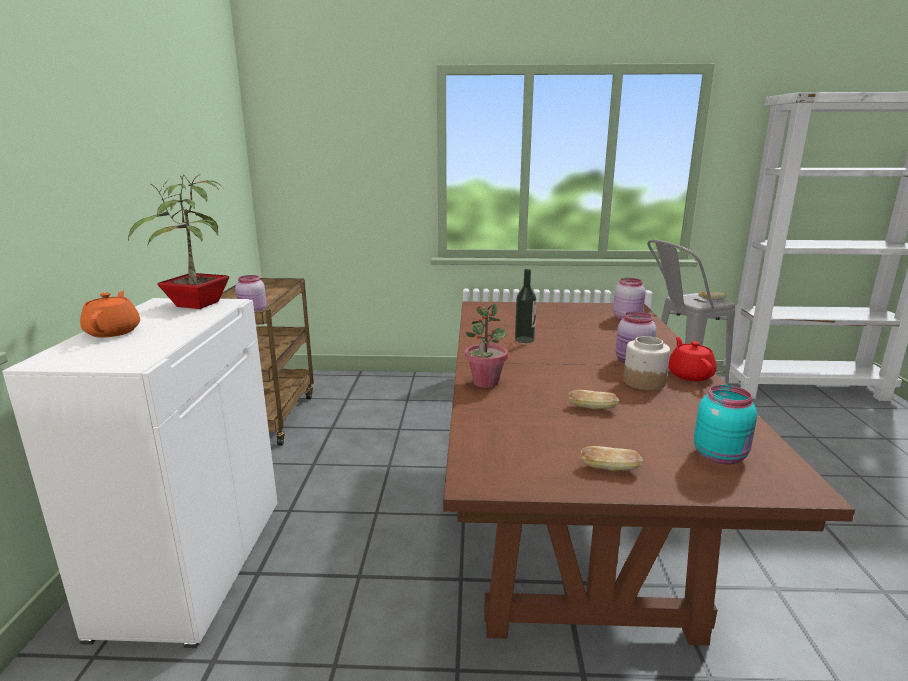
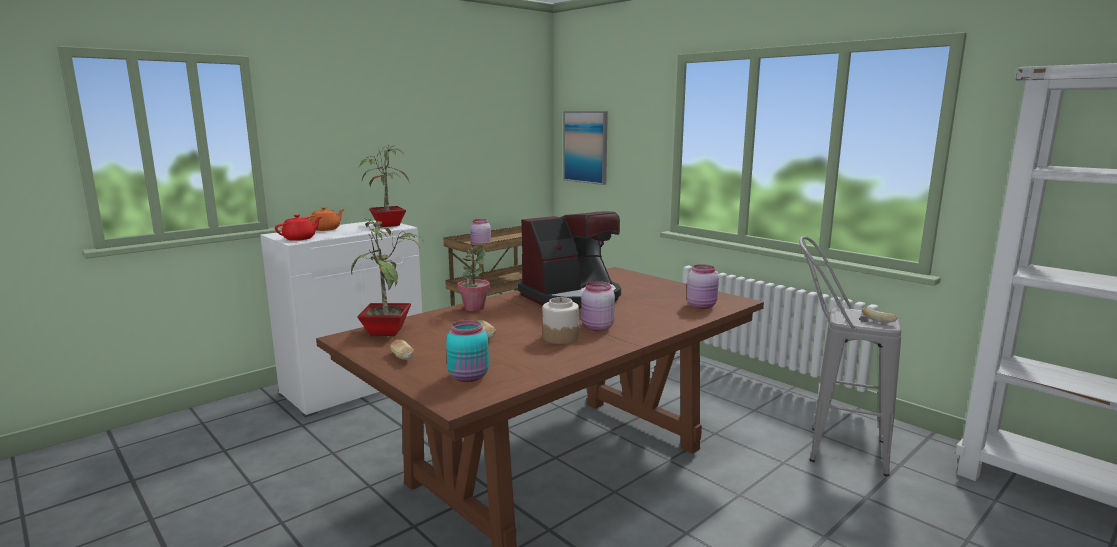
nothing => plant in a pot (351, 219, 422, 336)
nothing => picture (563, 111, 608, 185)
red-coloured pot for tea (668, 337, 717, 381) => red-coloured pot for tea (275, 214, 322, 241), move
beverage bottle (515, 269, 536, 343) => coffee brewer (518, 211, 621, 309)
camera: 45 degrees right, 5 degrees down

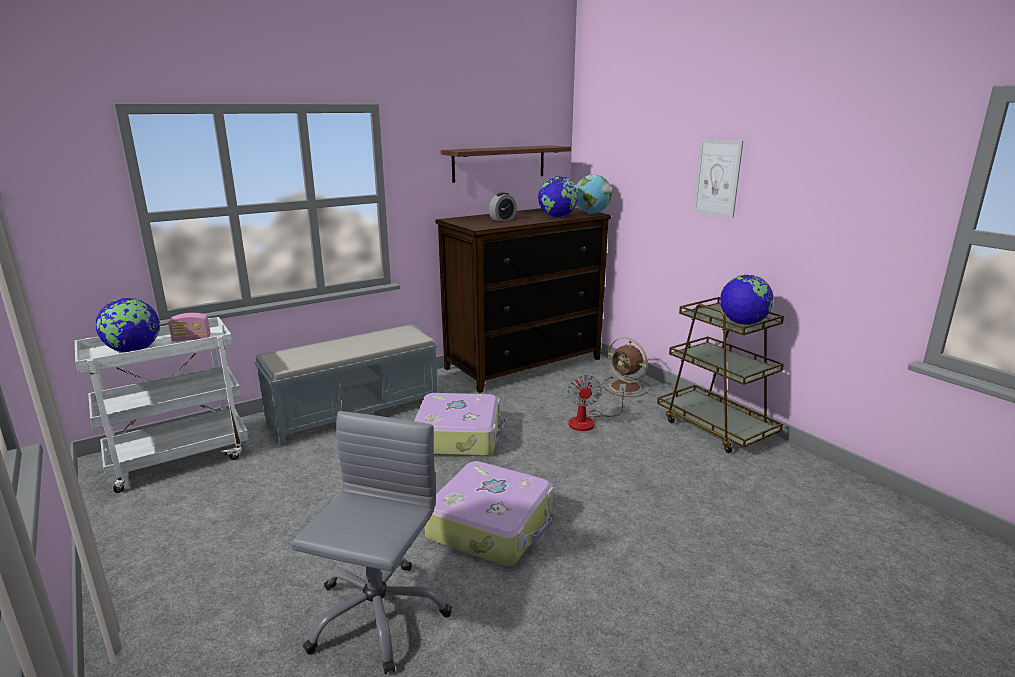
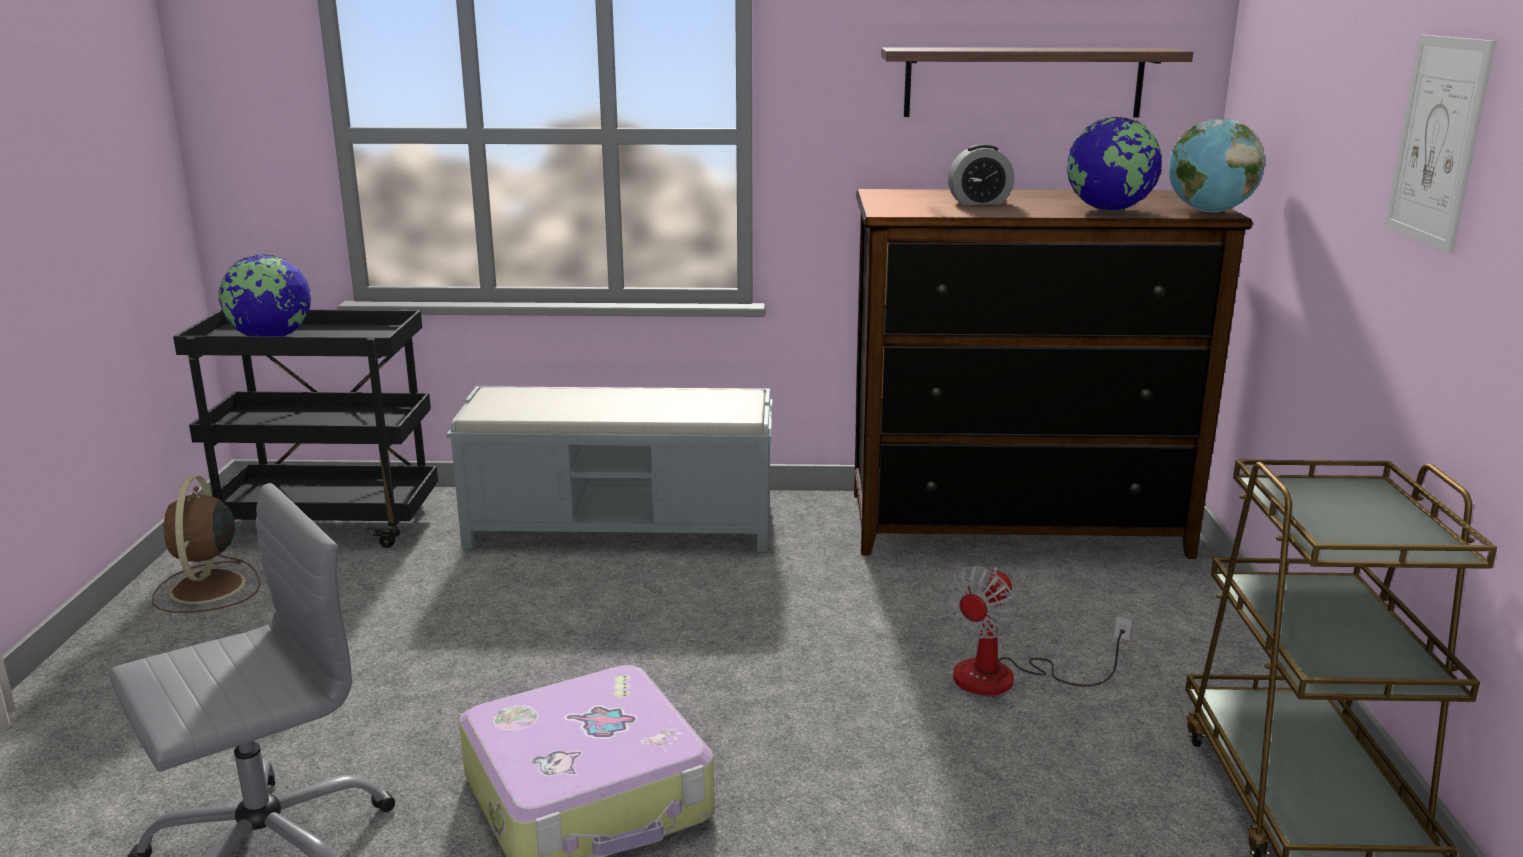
radio set (168, 313, 211, 341) => nothing
piece of luggage (414, 393, 506, 456) => nothing
globe (720, 275, 774, 325) => nothing
brown cooling fan (602, 337, 650, 397) => brown cooling fan (152, 476, 260, 613), move
whitish cart (75, 317, 249, 493) => black-coloured cart (173, 309, 438, 548)
camera: 35 degrees right, 0 degrees up

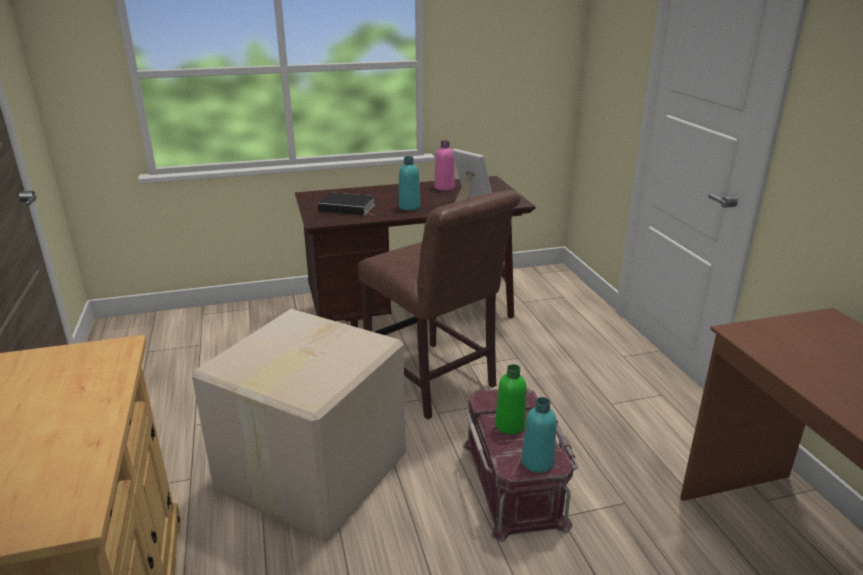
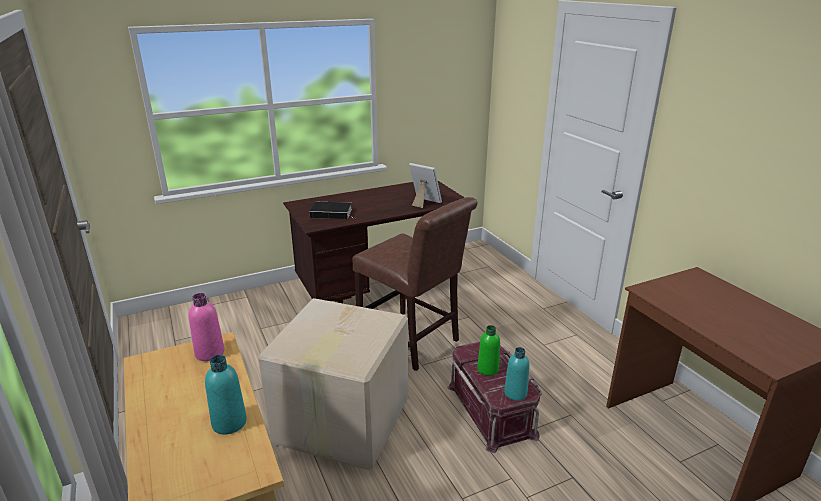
turquoise beverage bottle (398, 156, 420, 211) => turquoise beverage bottle (205, 355, 247, 434), move
pink beverage bottle (435, 140, 455, 191) => pink beverage bottle (188, 293, 225, 361), move
camera: 10 degrees left, 0 degrees up

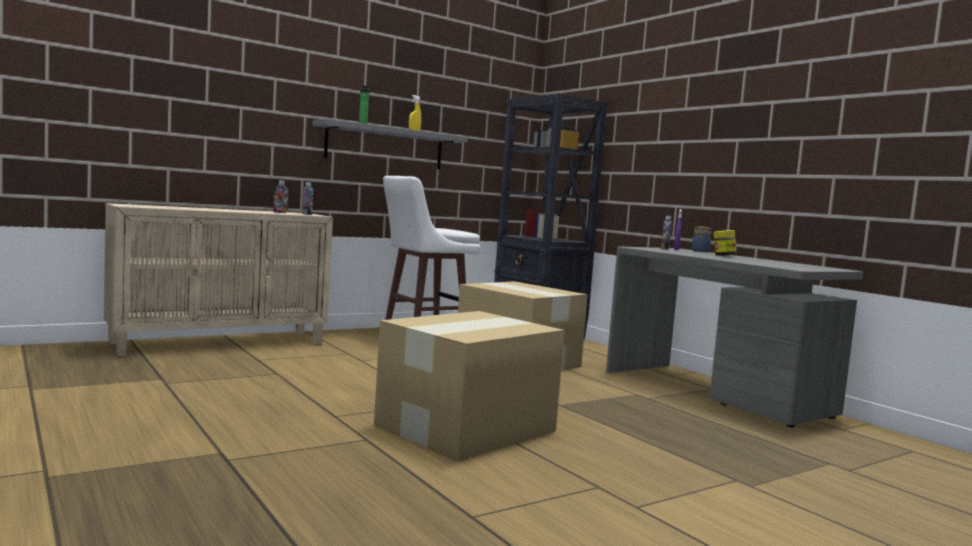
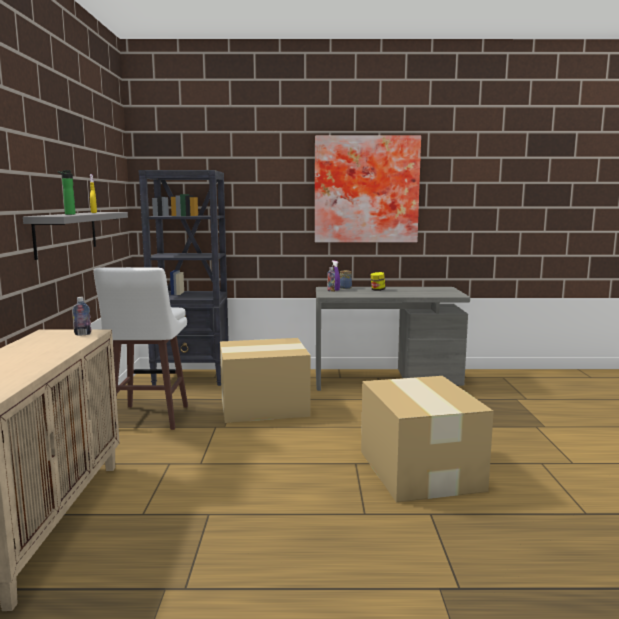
beverage bottle (273, 180, 288, 213) => nothing
nothing => picture (315, 136, 421, 242)
camera: 55 degrees left, 5 degrees up

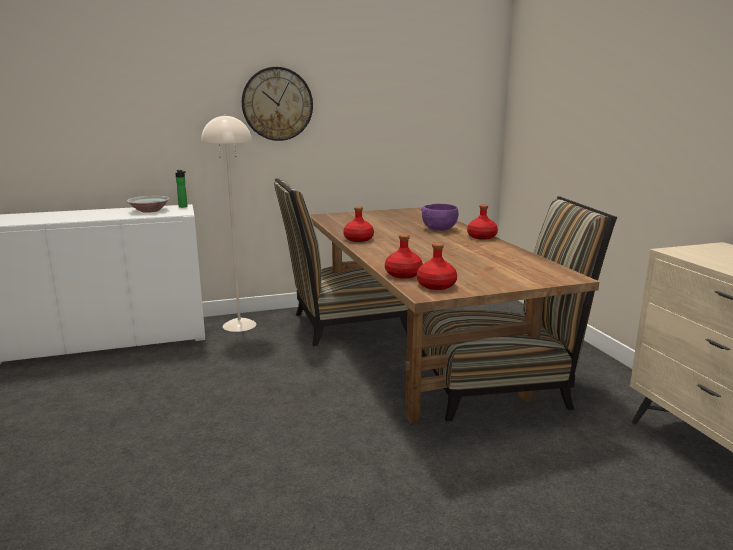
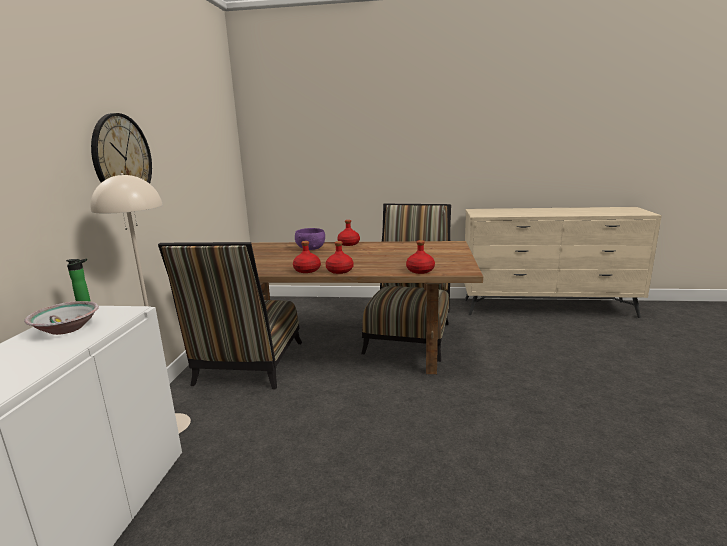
red-coloured beverage bottle (417, 243, 457, 290) => red-coloured beverage bottle (326, 241, 354, 274), move
camera: 65 degrees left, 0 degrees up

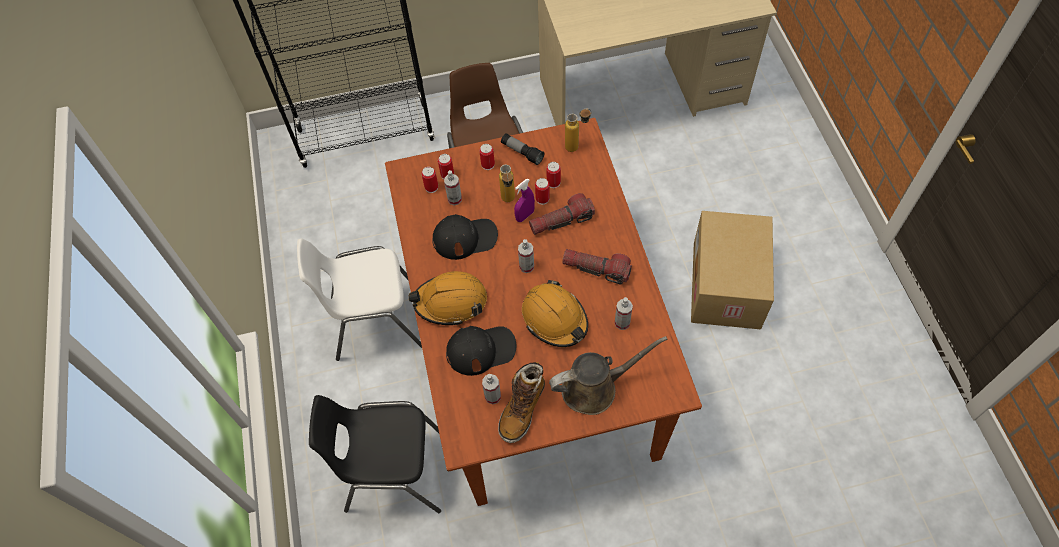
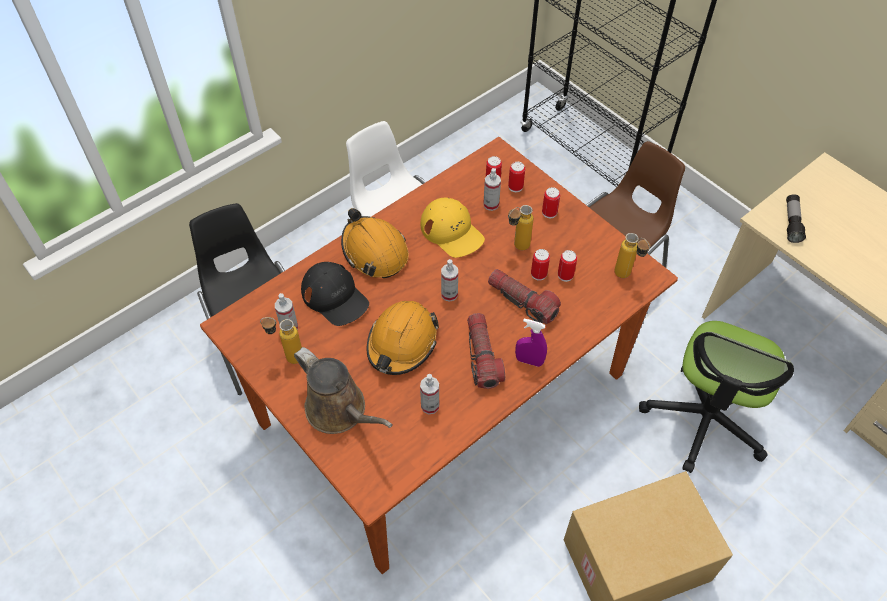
nothing => desk chair (639, 321, 794, 473)
hand torch (501, 133, 544, 165) => hand torch (786, 194, 806, 243), move
purple-coloured sprayer (514, 179, 535, 222) => purple-coloured sprayer (515, 319, 547, 367), move
high-top boot (498, 362, 545, 443) => beverage bottle (260, 317, 302, 364)
black-coloured cap (432, 214, 498, 260) => yellowish cap (421, 198, 485, 258)
camera: 60 degrees right, 5 degrees down

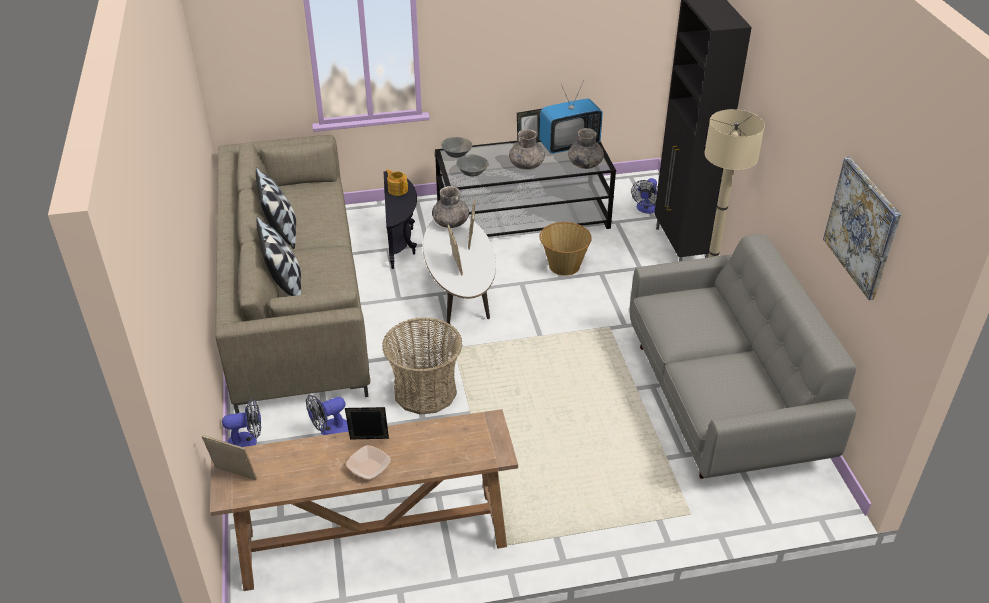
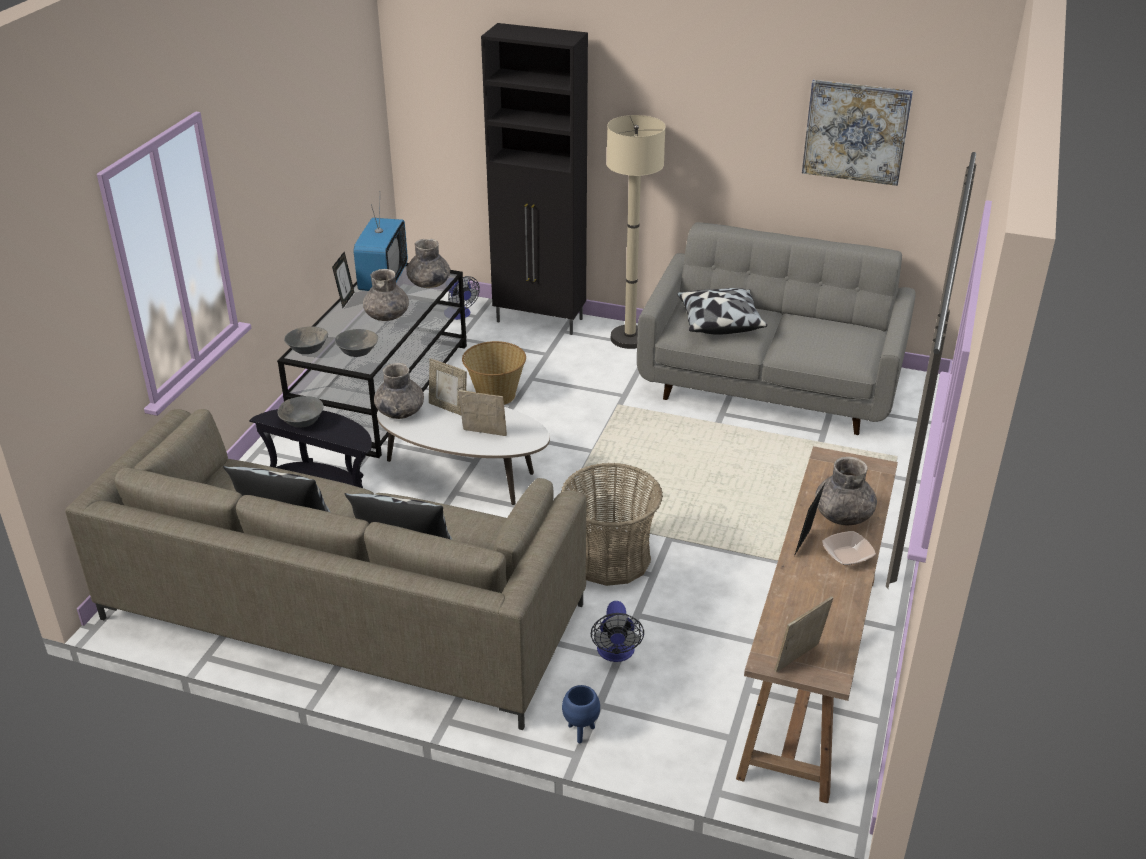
nothing => cushion (677, 288, 767, 335)
nothing => grey flower vase (815, 457, 877, 525)
cooling fan (222, 399, 261, 447) => blue plant pot (562, 685, 600, 743)
pot for tea (386, 169, 408, 196) => grey bowl (277, 396, 324, 428)
camera: 60 degrees left, 5 degrees down

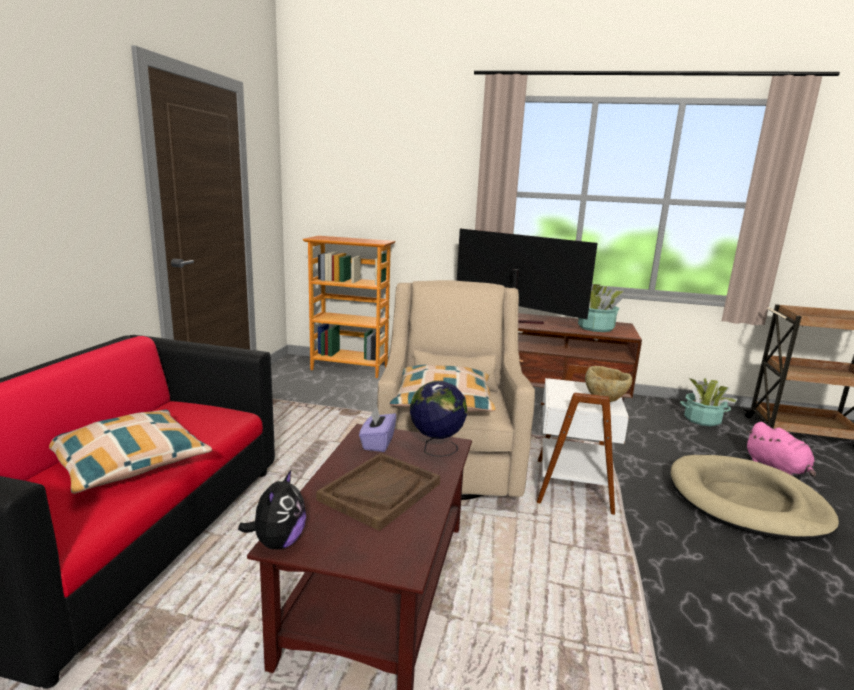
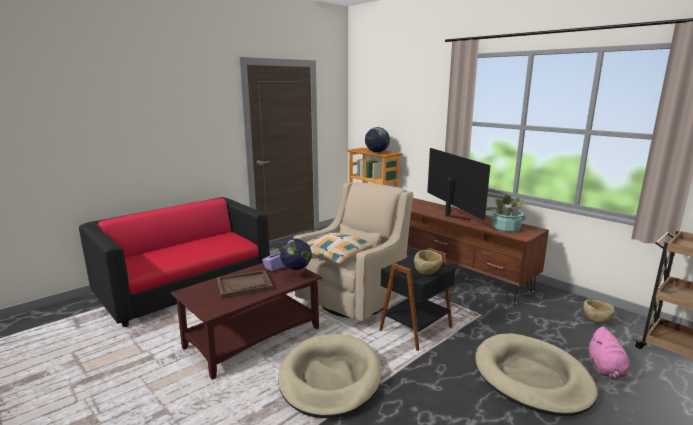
cushion (49, 410, 212, 494) => nothing
cuddly toy (238, 470, 306, 549) => nothing
nothing => beige dog bed (278, 334, 382, 418)
nothing => globe (365, 127, 390, 153)
plant in a pot (680, 378, 738, 426) => beige bowl (584, 300, 615, 324)
whitish side table (537, 364, 629, 515) => black-coloured side table (379, 248, 455, 351)
camera: 35 degrees right, 0 degrees up

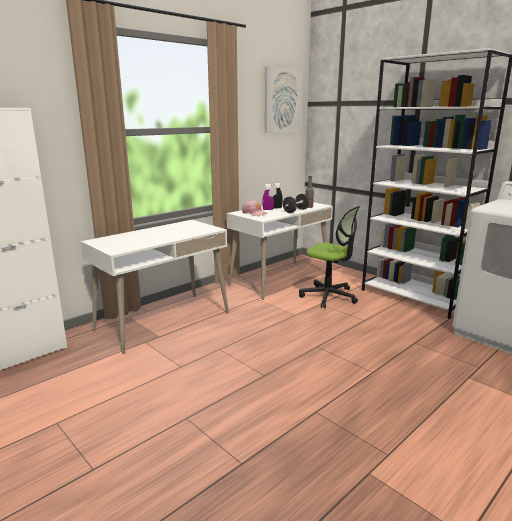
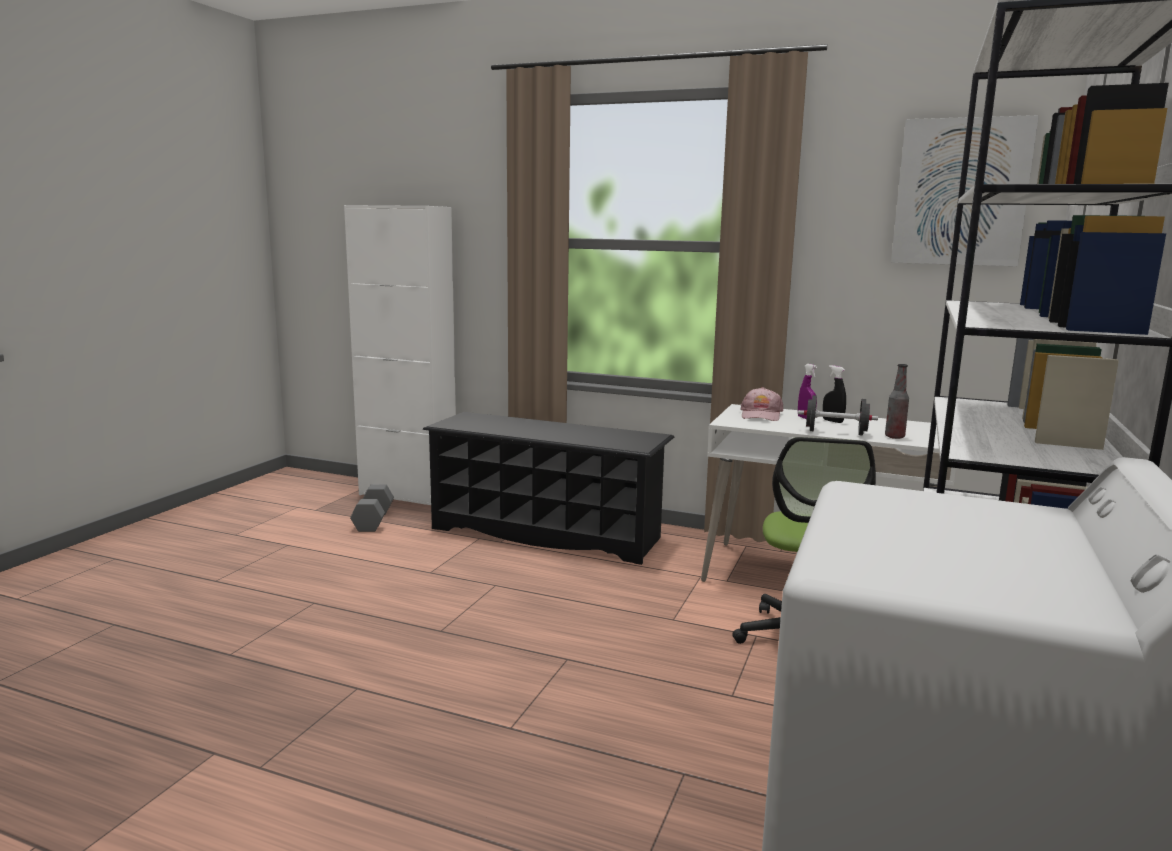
nothing => grey hand weight (350, 484, 394, 532)
whitish desk table (81, 220, 229, 354) => black-coloured shoe rack (423, 412, 674, 565)
camera: 65 degrees right, 5 degrees down

